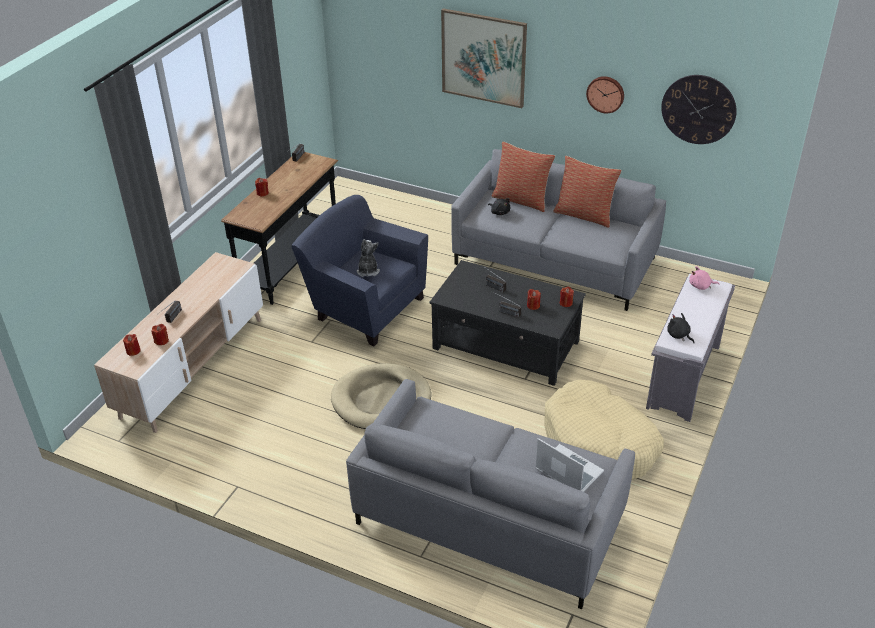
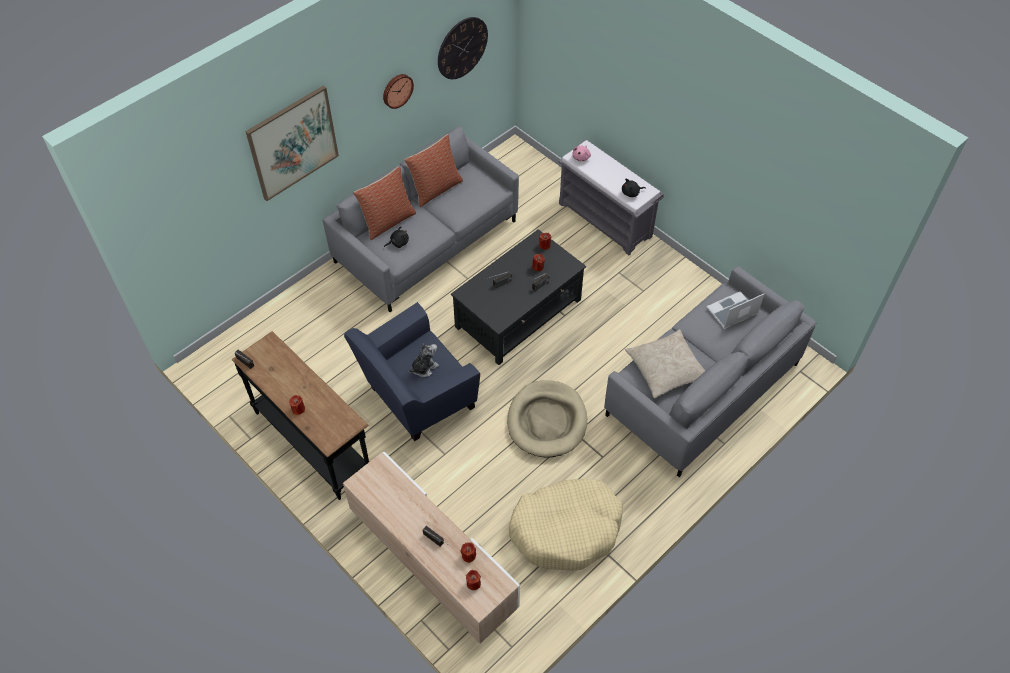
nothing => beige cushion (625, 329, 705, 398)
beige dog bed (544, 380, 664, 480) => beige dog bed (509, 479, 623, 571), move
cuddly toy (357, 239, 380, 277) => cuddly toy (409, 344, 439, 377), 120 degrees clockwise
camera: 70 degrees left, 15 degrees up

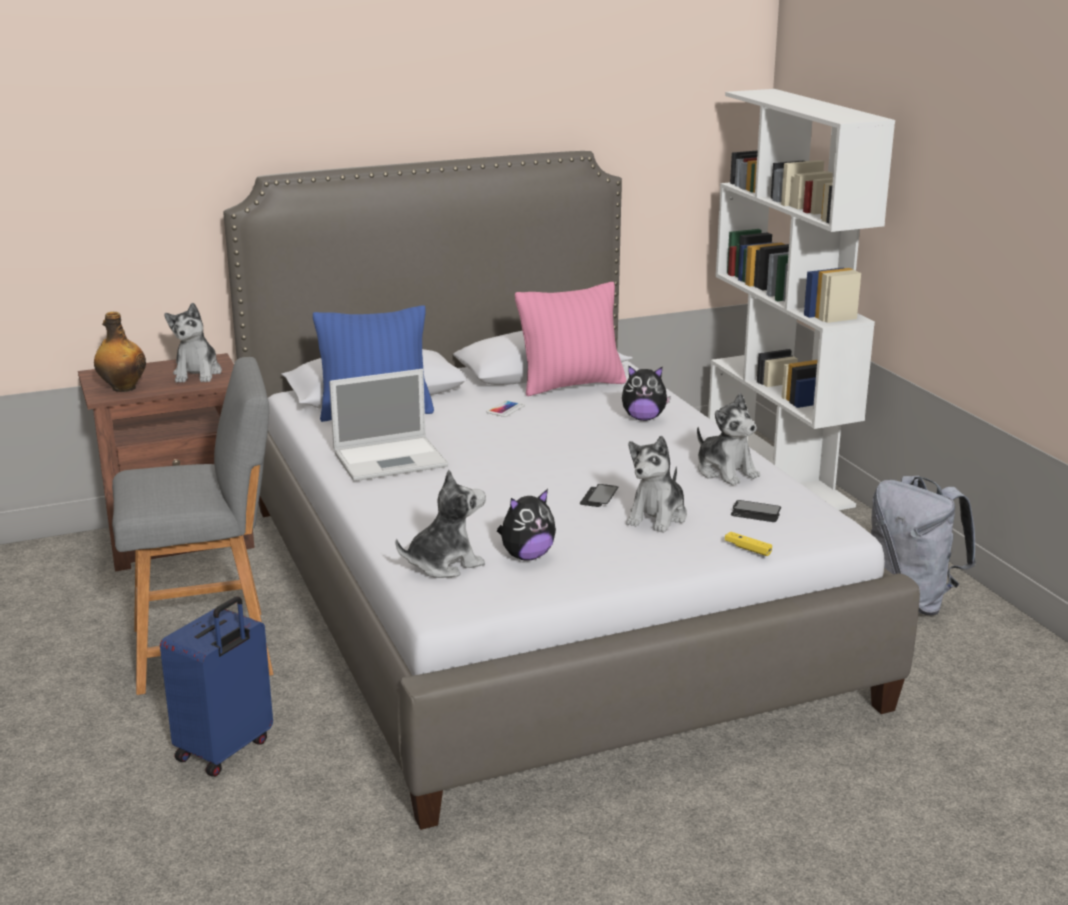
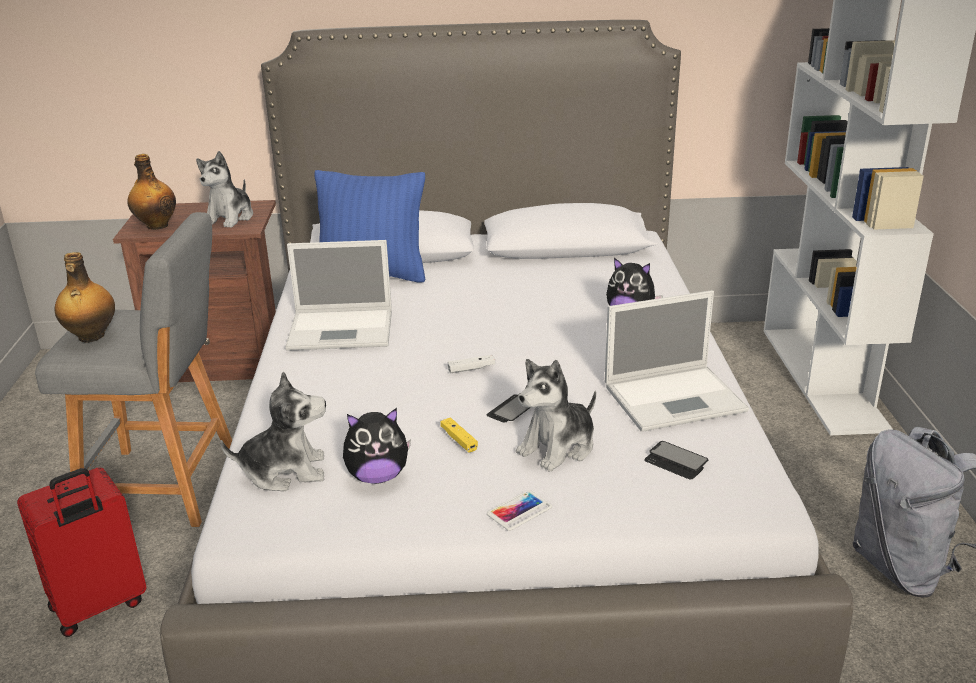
pink cushion (515, 282, 627, 396) => nothing
nothing => beverage bottle (55, 252, 115, 343)
nothing => whitish gamepad (447, 355, 495, 373)
telephone (486, 400, 525, 417) => telephone (487, 490, 552, 531), move
yellowish gamepad (725, 532, 772, 556) => yellowish gamepad (440, 417, 478, 452), move
cuddly toy (697, 393, 760, 486) => notebook computer (605, 290, 749, 432)
blue piece of luggage (160, 596, 273, 777) => red-coloured piece of luggage (17, 467, 146, 637)
camera: 20 degrees right, 5 degrees up

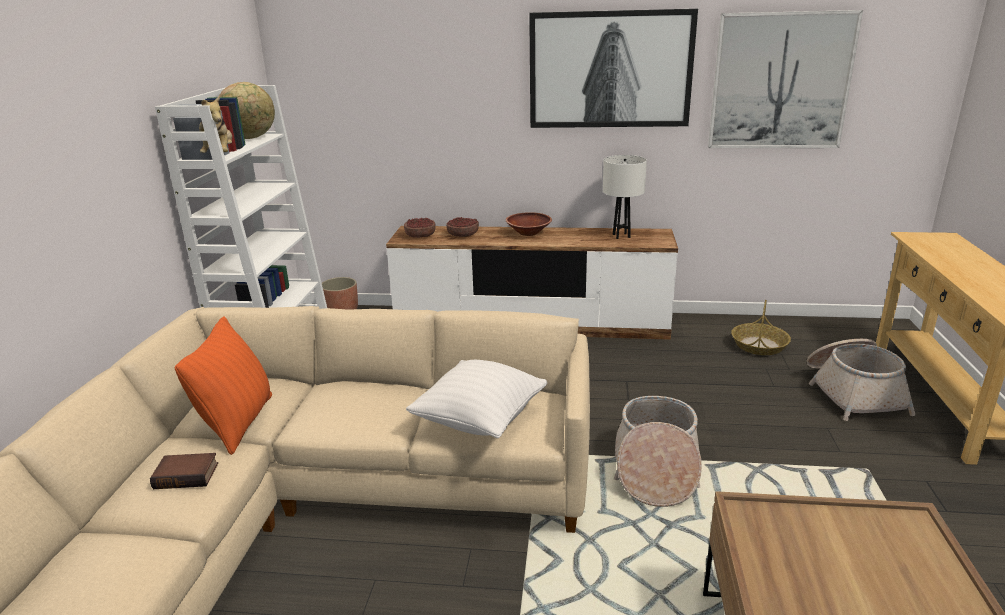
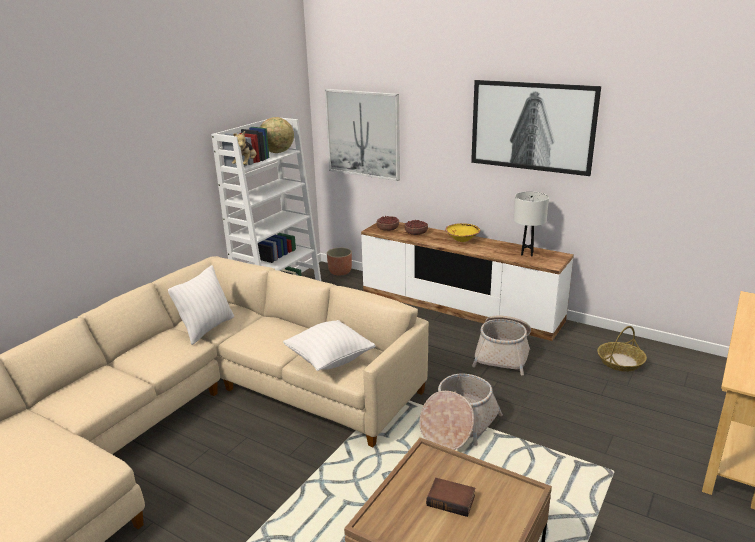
book (150, 453, 218, 489) => book (426, 478, 475, 517), move
picture (708, 10, 863, 148) => picture (325, 89, 400, 181), move
household basket (807, 339, 915, 421) => household basket (472, 316, 531, 375), move
orangey cushion (175, 316, 272, 455) => whitish cushion (168, 265, 234, 345)
brown bowl (505, 212, 552, 236) => yellowish bowl (445, 223, 480, 242)
camera: 25 degrees right, 0 degrees up

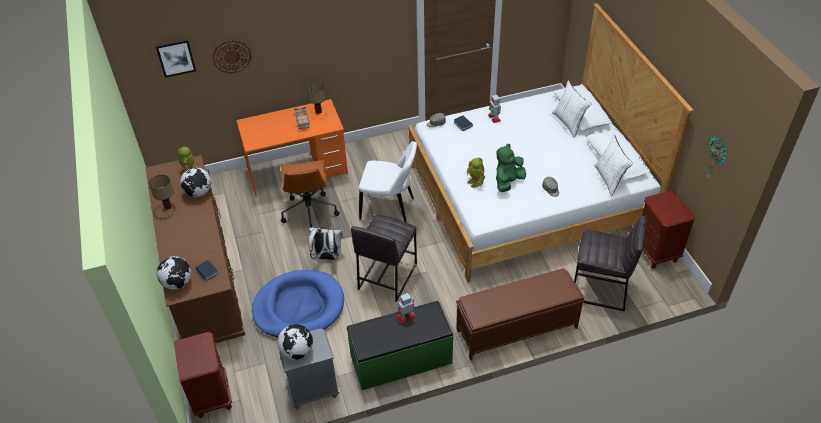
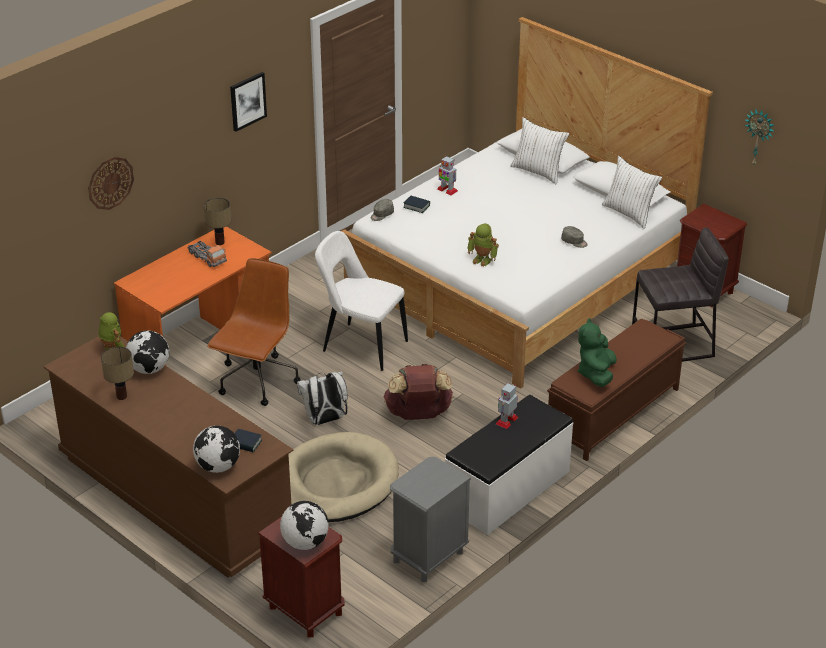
picture (156, 39, 196, 78) => picture (230, 72, 267, 132), move
globe (278, 324, 313, 360) => globe (280, 501, 329, 550), move
green cuddly toy (496, 144, 526, 192) => green cuddly toy (578, 318, 617, 387), move
grey stool (351, 214, 417, 302) => brown rucksack (384, 364, 453, 420)
blue dog bed (252, 270, 344, 338) => beige dog bed (288, 432, 399, 522)
green bench (347, 301, 454, 390) => whitish bench (445, 395, 573, 535)
brown desk chair (281, 160, 339, 232) => brown desk chair (207, 258, 301, 406), 120 degrees counterclockwise
whitish chair (359, 141, 417, 222) => whitish chair (315, 231, 408, 371), 135 degrees counterclockwise
camera: 30 degrees left, 10 degrees down

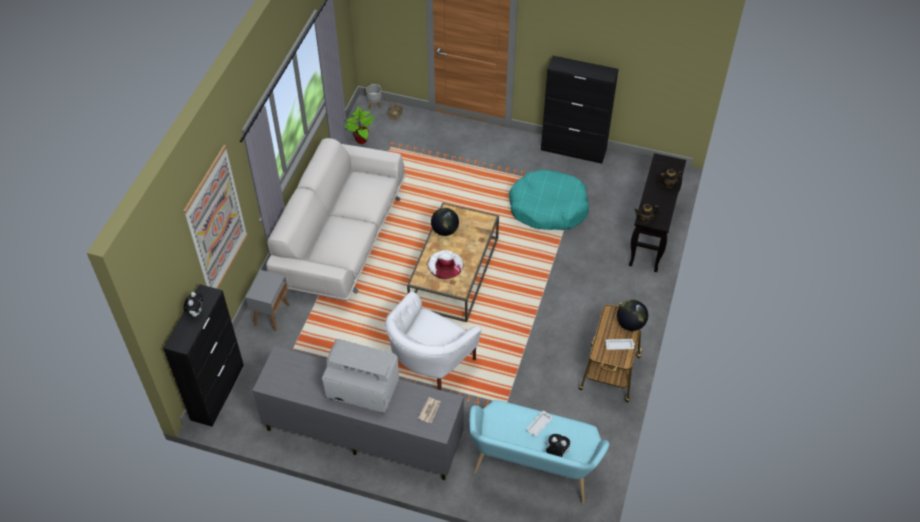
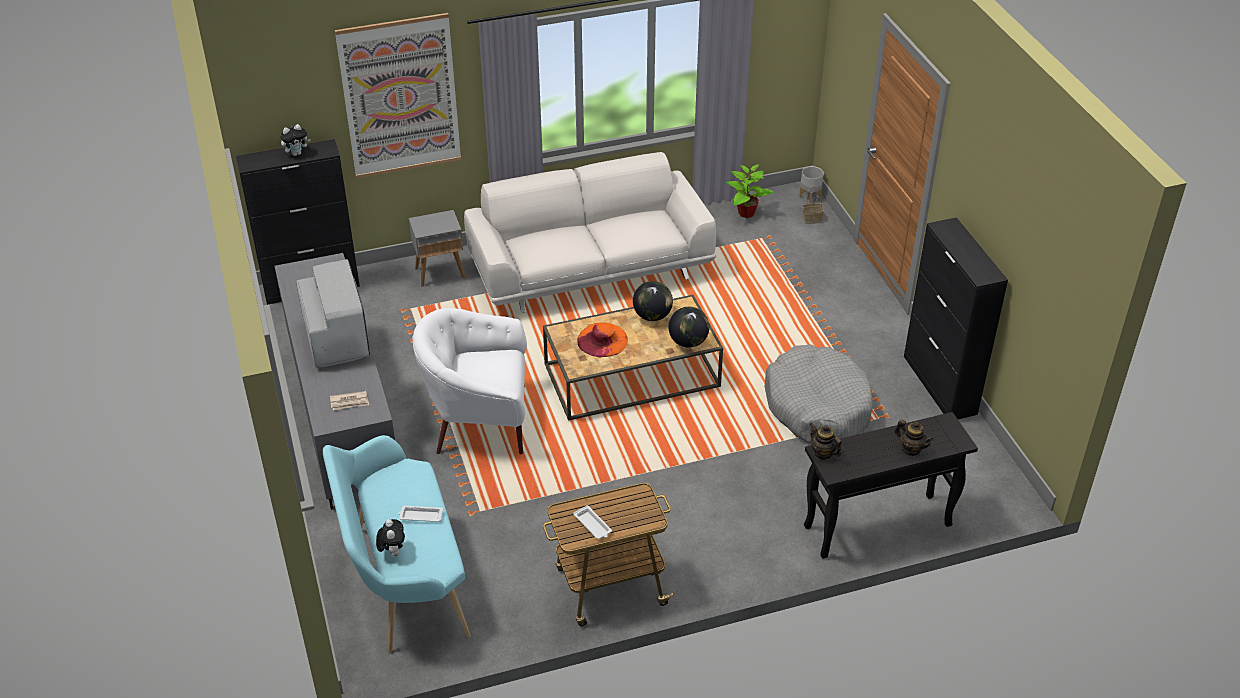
globe (617, 300, 648, 331) => globe (668, 307, 710, 348), move
whitish wearable hat (427, 250, 464, 279) => orangey wearable hat (578, 322, 628, 357)
turquoise dog bed (509, 170, 589, 230) => grey dog bed (765, 344, 873, 444)
camera: 55 degrees right, 10 degrees down

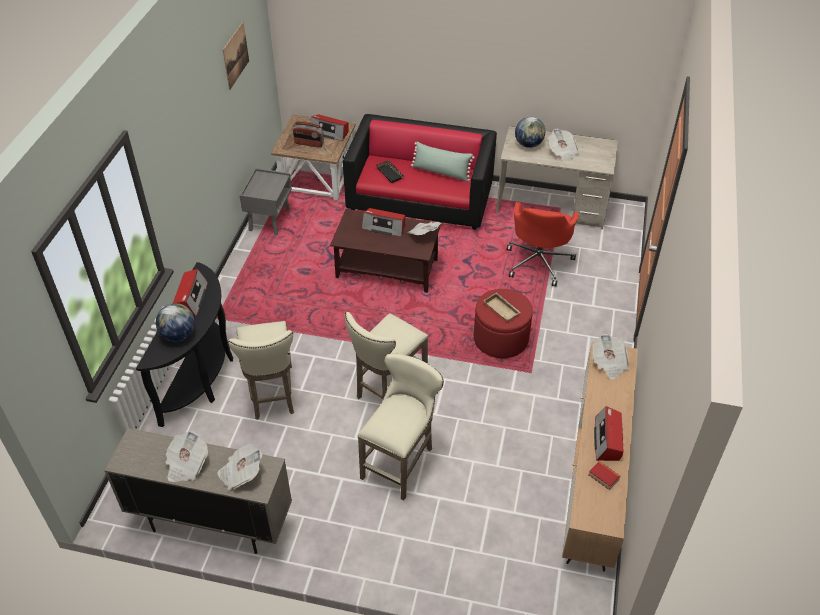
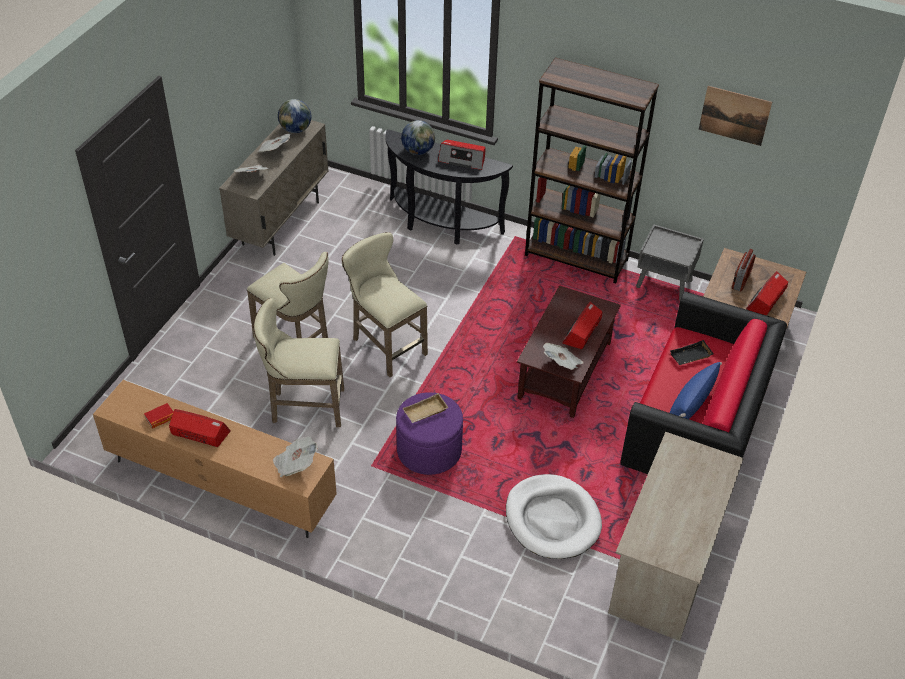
daily paper (548, 129, 579, 163) => nothing
nothing => brown bookshelf (525, 58, 659, 283)
beige stool (228, 321, 294, 419) => beige stool (253, 298, 344, 427), move
globe (515, 117, 545, 148) => globe (278, 99, 311, 133), move
red-coloured desk chair (506, 202, 579, 286) => whitish dog bed (506, 474, 602, 559)
green cushion (411, 142, 475, 182) => blue cushion (670, 362, 722, 419)
red-coloured ottoman (474, 289, 533, 358) => purple-coloured ottoman (396, 392, 463, 475)
camera: 100 degrees right, 0 degrees up

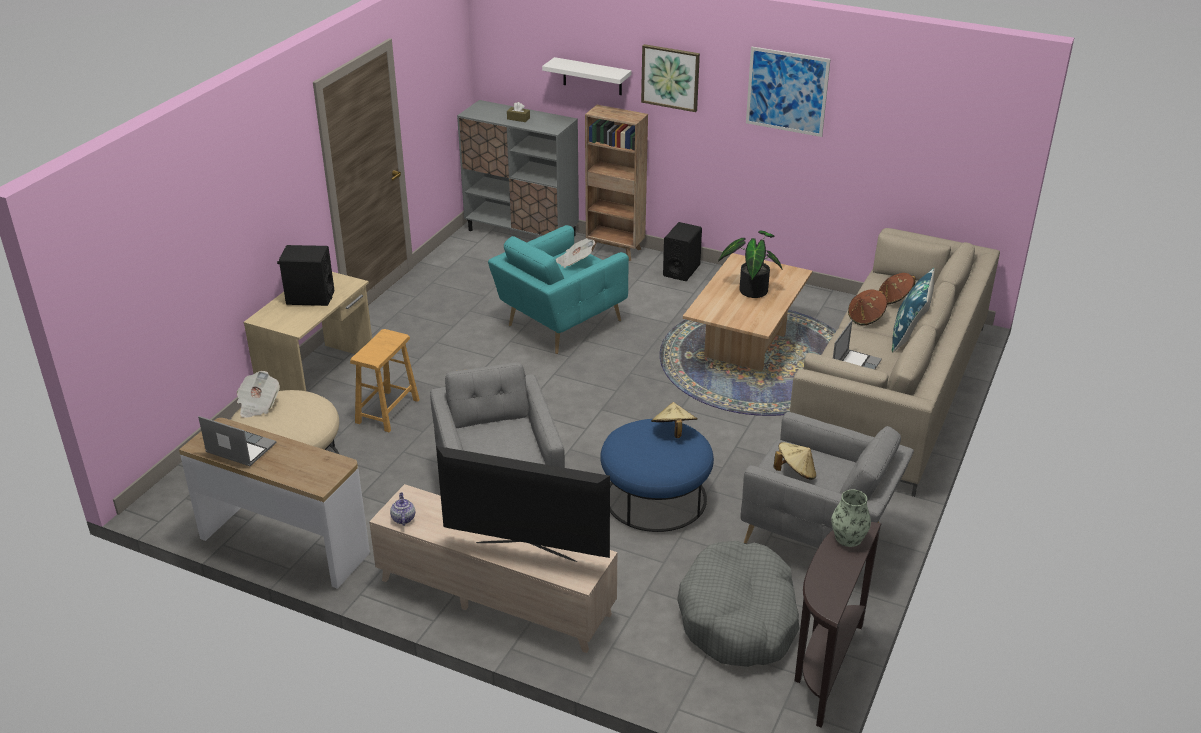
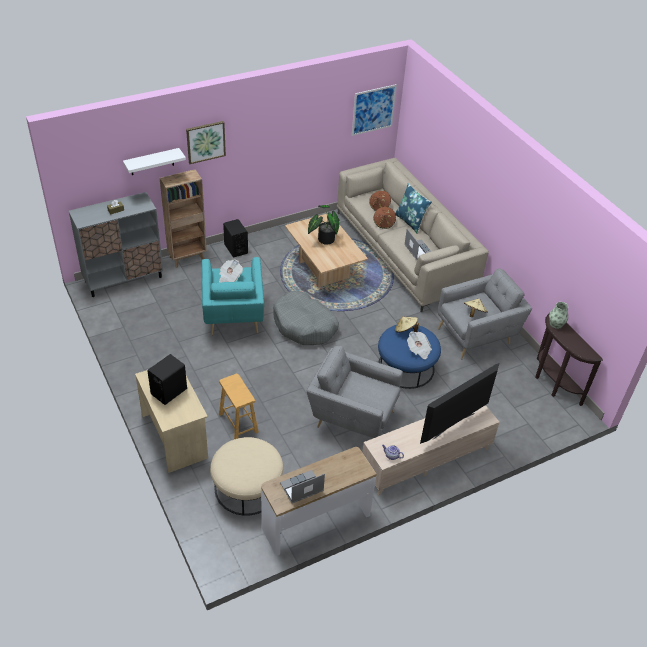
daily paper (236, 371, 280, 418) => daily paper (407, 331, 432, 359), move
grey dog bed (677, 541, 800, 667) => grey dog bed (273, 291, 339, 345), move
picture (746, 47, 831, 137) => picture (352, 84, 397, 136), move
camera: 55 degrees left, 10 degrees up

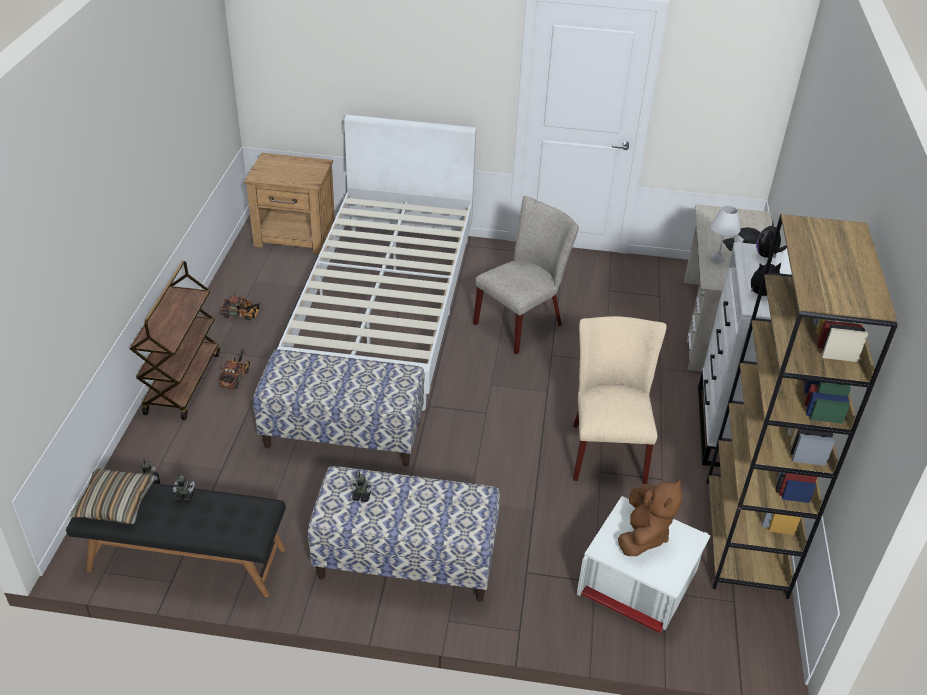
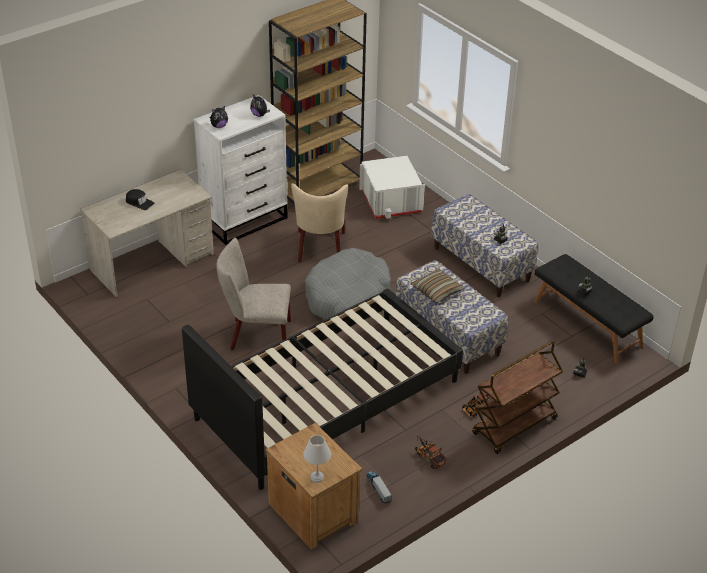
brown cuddly toy (618, 480, 682, 556) => nothing
nothing => grey dog bed (305, 248, 391, 320)
nothing => toy truck (366, 472, 392, 504)
cushion (70, 468, 155, 524) => cushion (411, 269, 465, 303), move
whitish tabletop lamp (710, 206, 741, 263) => whitish tabletop lamp (303, 435, 331, 483), move
whitish sleeping bed (277, 115, 476, 411) => black-coloured sleeping bed (182, 289, 463, 490)
beige chair (573, 316, 667, 484) => beige chair (291, 183, 348, 263), 45 degrees counterclockwise
camera: 135 degrees left, 0 degrees up

